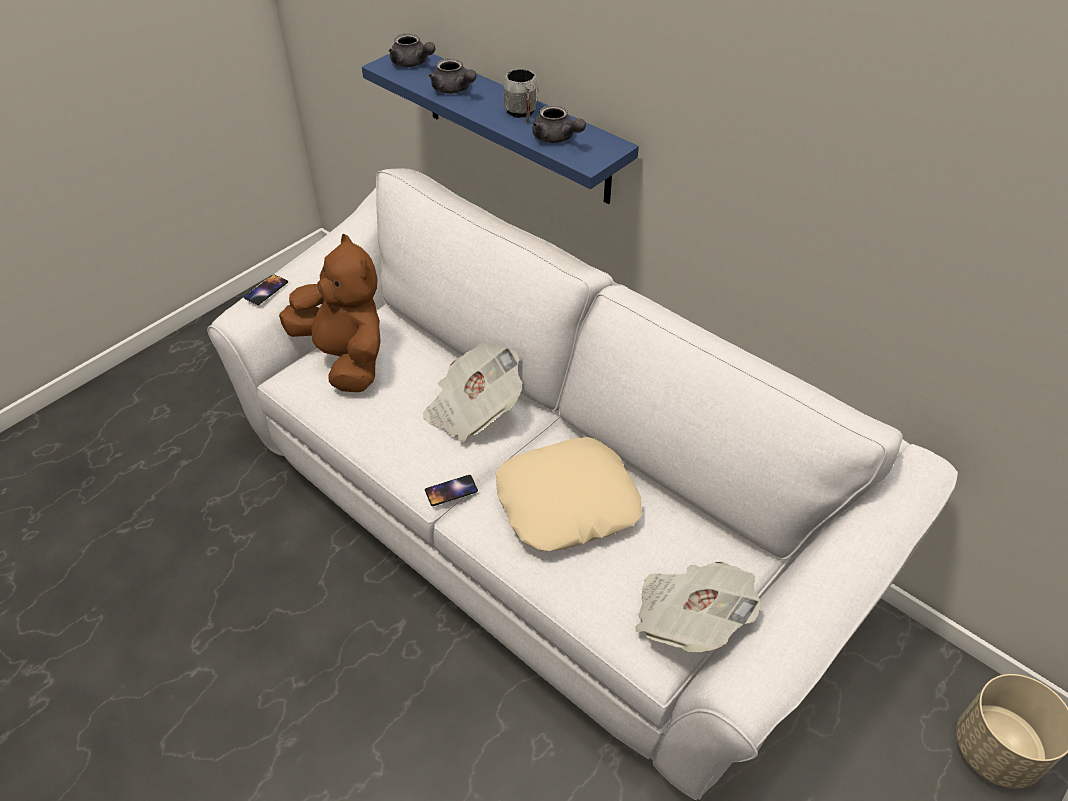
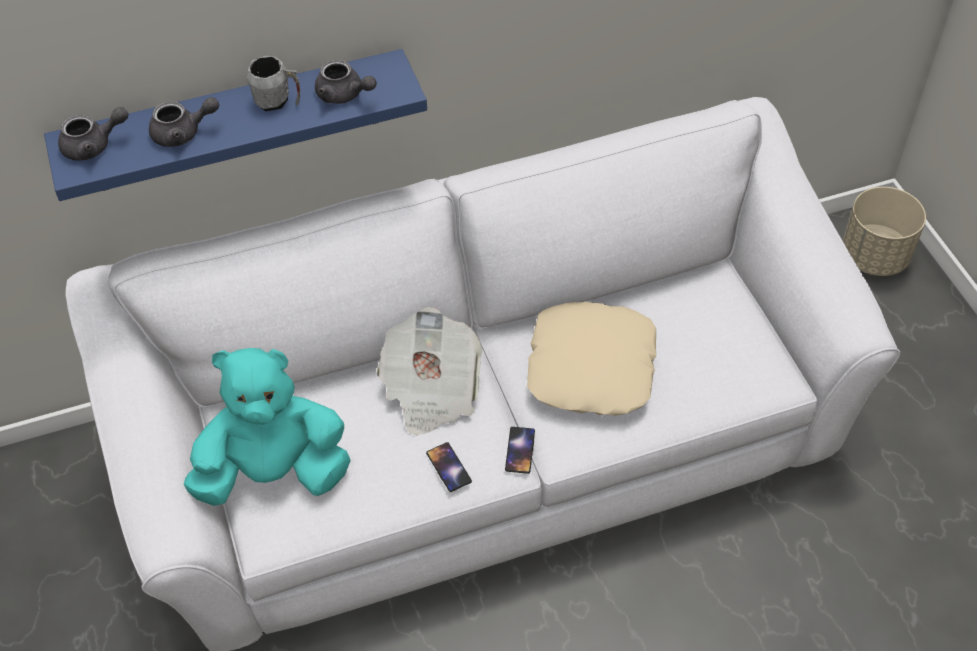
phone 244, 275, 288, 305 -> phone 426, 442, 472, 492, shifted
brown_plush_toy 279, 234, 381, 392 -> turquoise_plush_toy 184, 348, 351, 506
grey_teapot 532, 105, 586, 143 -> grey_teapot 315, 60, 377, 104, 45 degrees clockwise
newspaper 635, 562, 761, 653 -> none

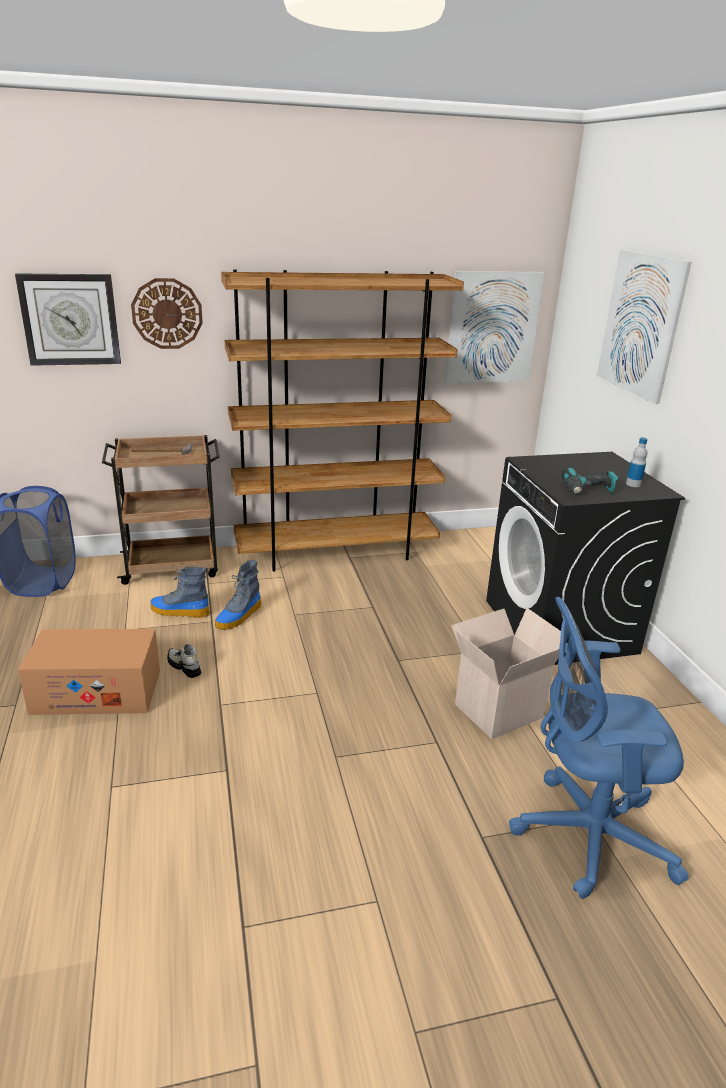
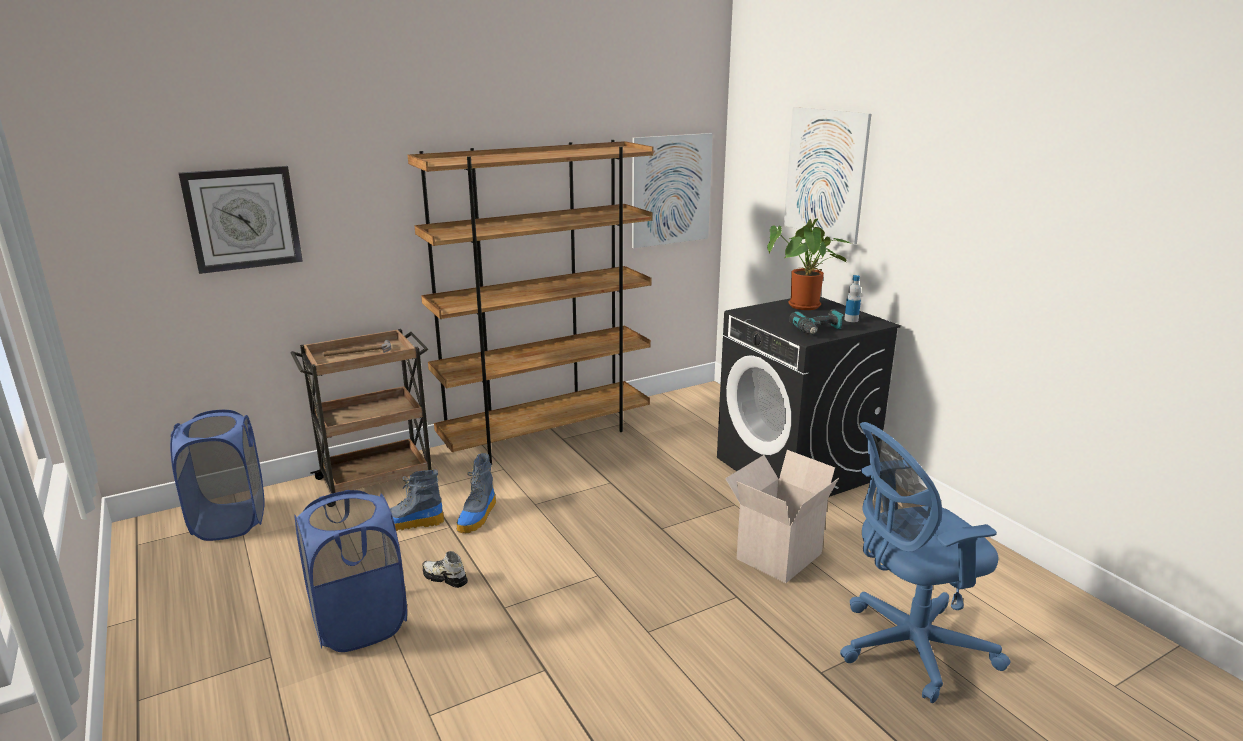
cardboard_box 18, 629, 160, 715 -> blue_laundry_basket 294, 490, 407, 652
wall_clock 131, 278, 203, 349 -> none
none -> potted_plant 767, 219, 852, 310

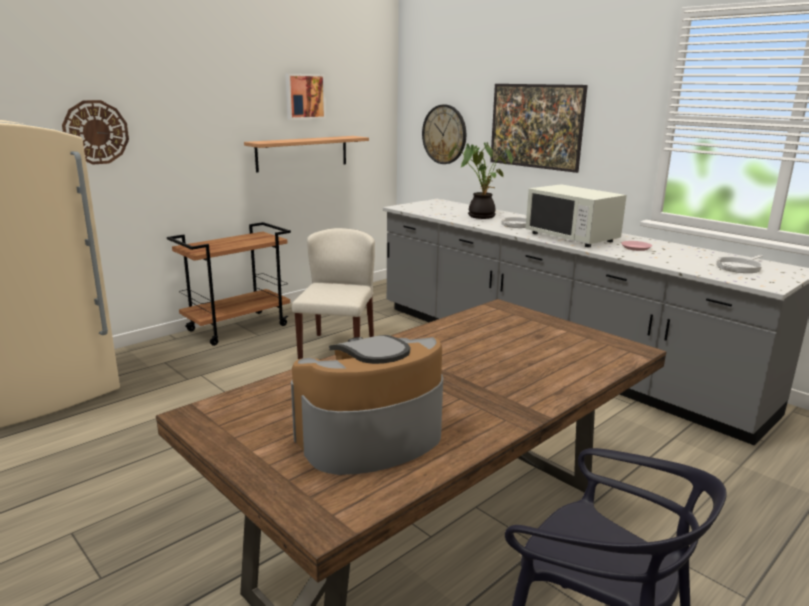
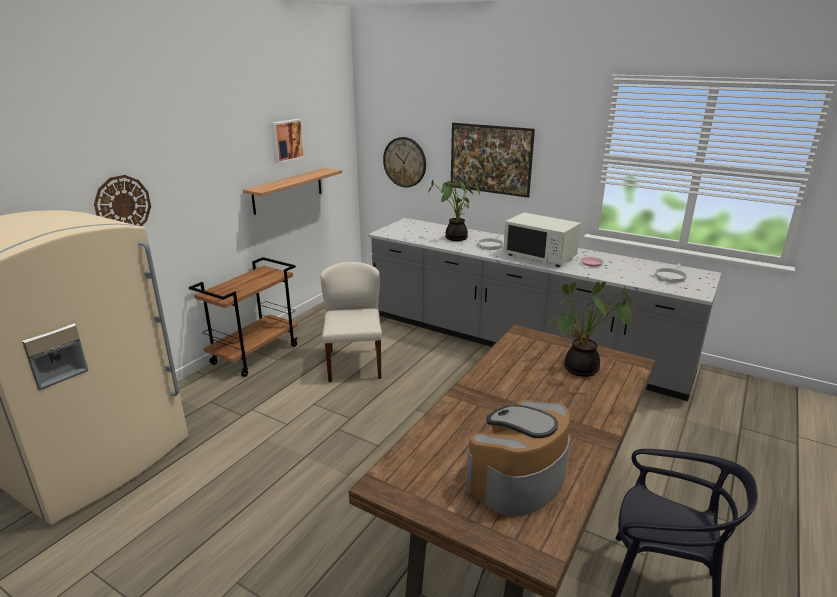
none -> potted_plant 547, 281, 632, 377

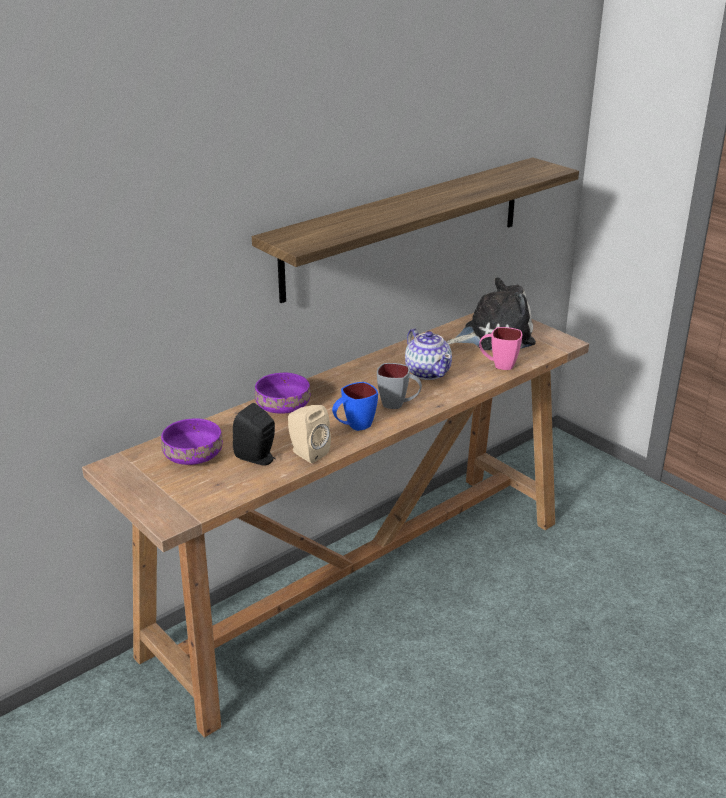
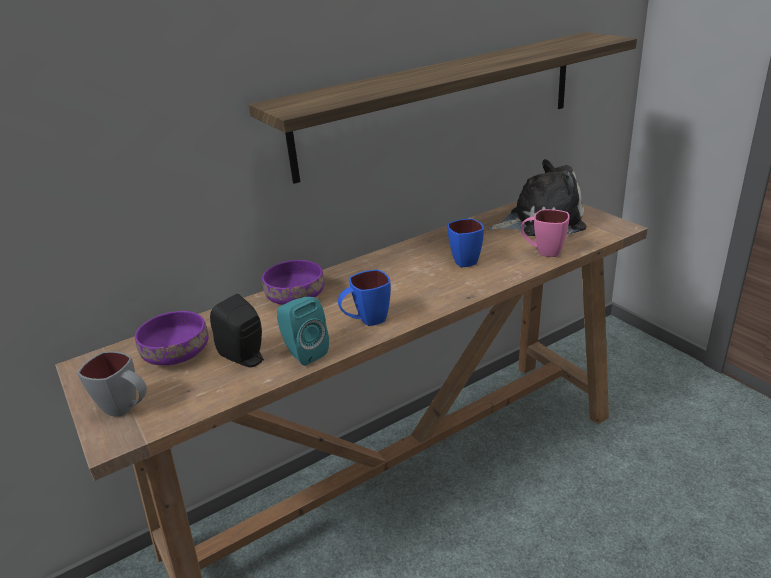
beige_speaker 288, 405, 331, 463 -> turquoise_speaker 277, 297, 329, 366
grey_mug 377, 363, 422, 409 -> grey_mug 77, 351, 147, 417, shifted
teapot 405, 328, 452, 380 -> blue_mug 447, 219, 484, 267

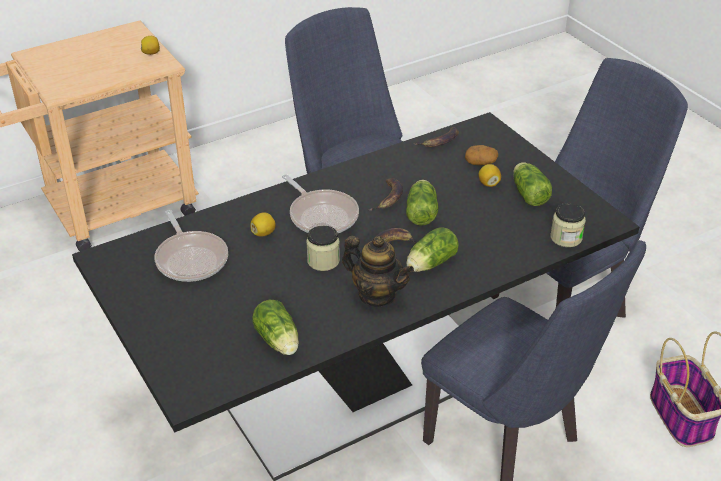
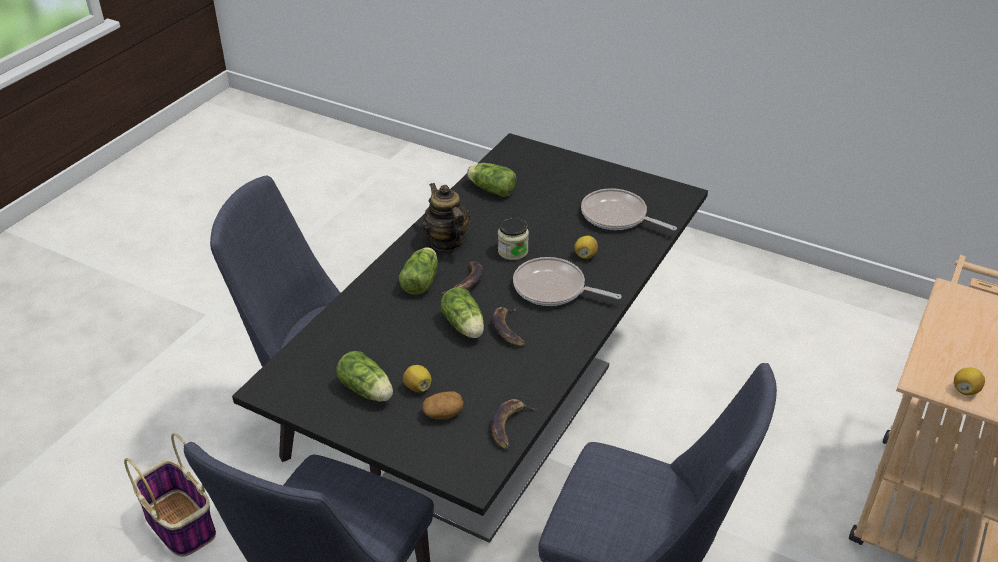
teapot 342, 236, 414, 307 -> teapot 422, 183, 470, 251, 60 degrees clockwise
jar 550, 203, 586, 247 -> none

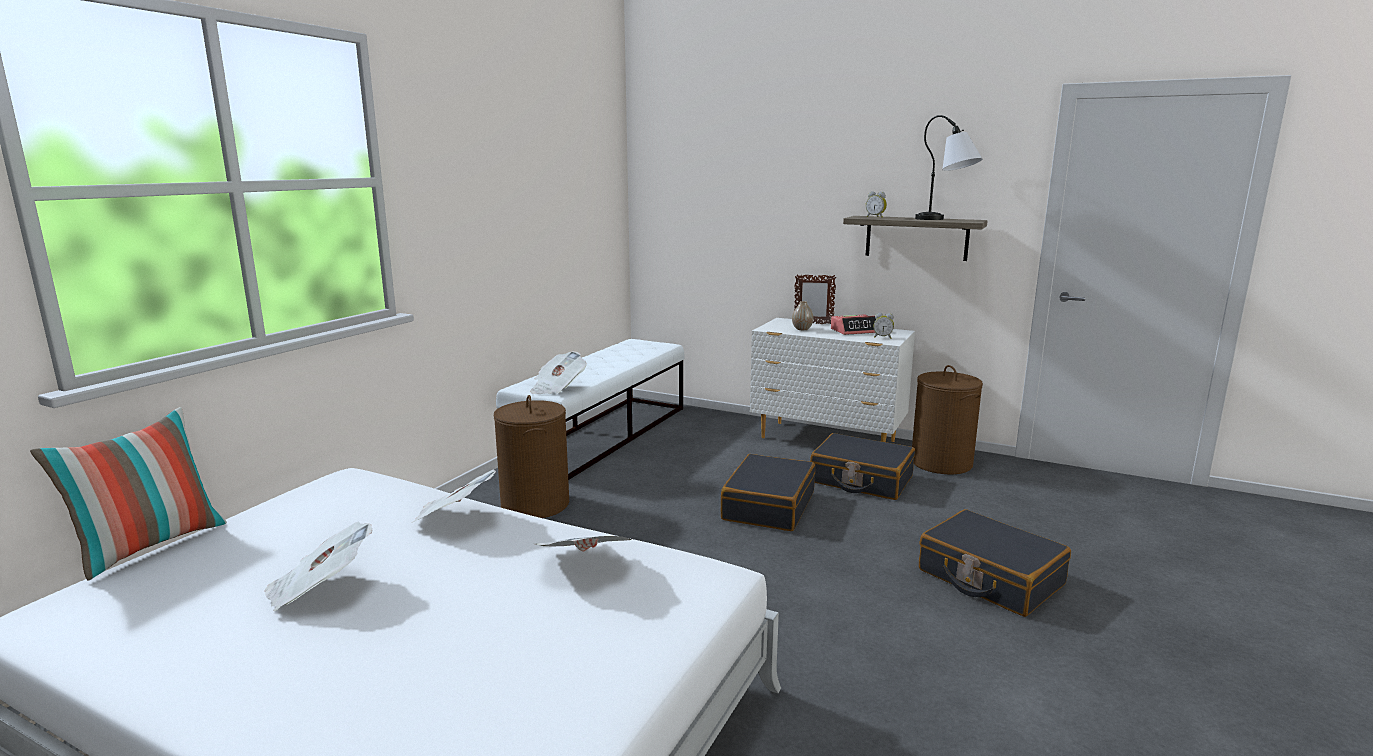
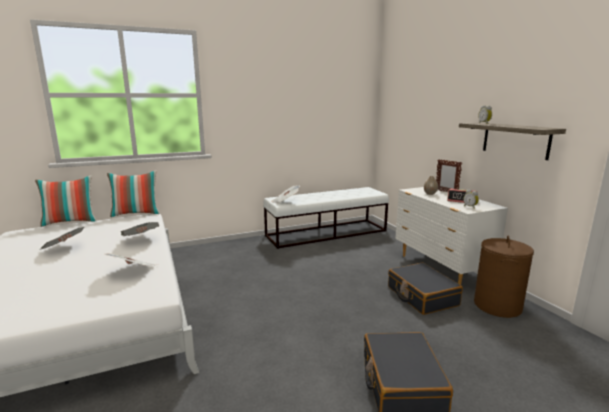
brown_laundry_basket 494, 395, 569, 518 -> none
black_suitcase 721, 454, 815, 531 -> none
table_lamp 915, 115, 983, 220 -> none
none -> pillow 107, 170, 160, 217

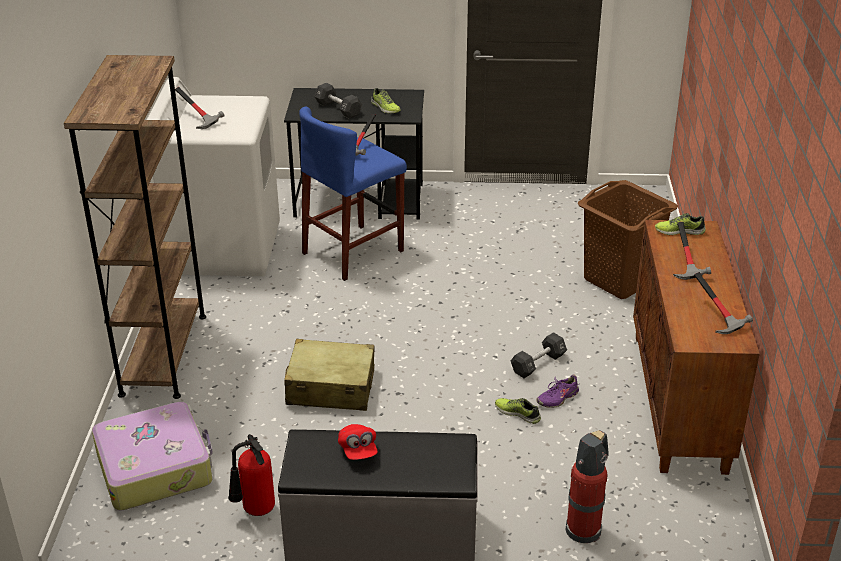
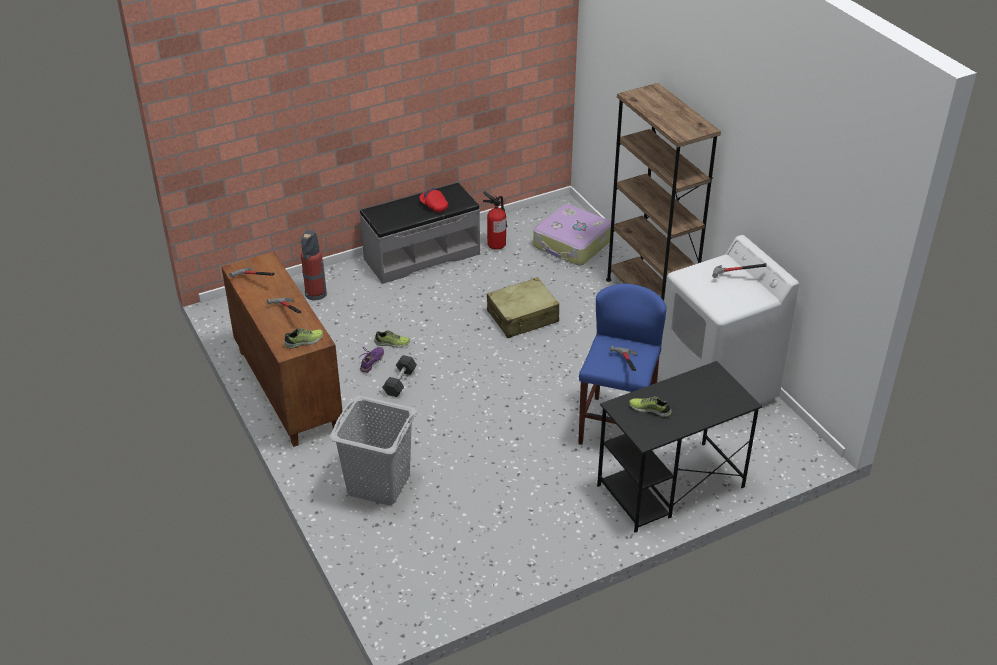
black_dumbbell 314, 83, 362, 119 -> none
brown_laundry_basket 578, 180, 678, 299 -> grey_laundry_basket 329, 395, 417, 505

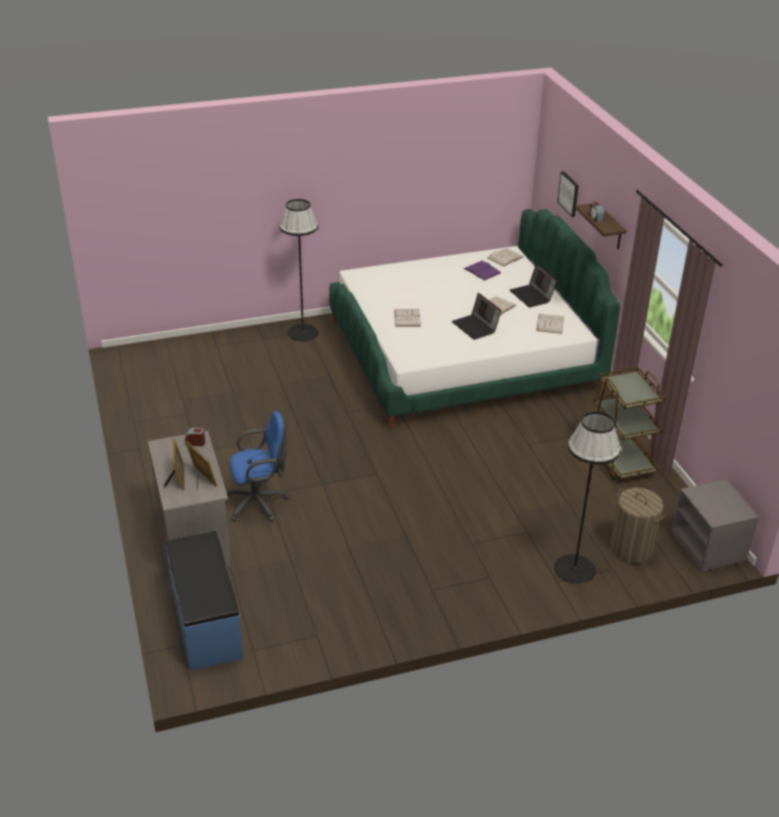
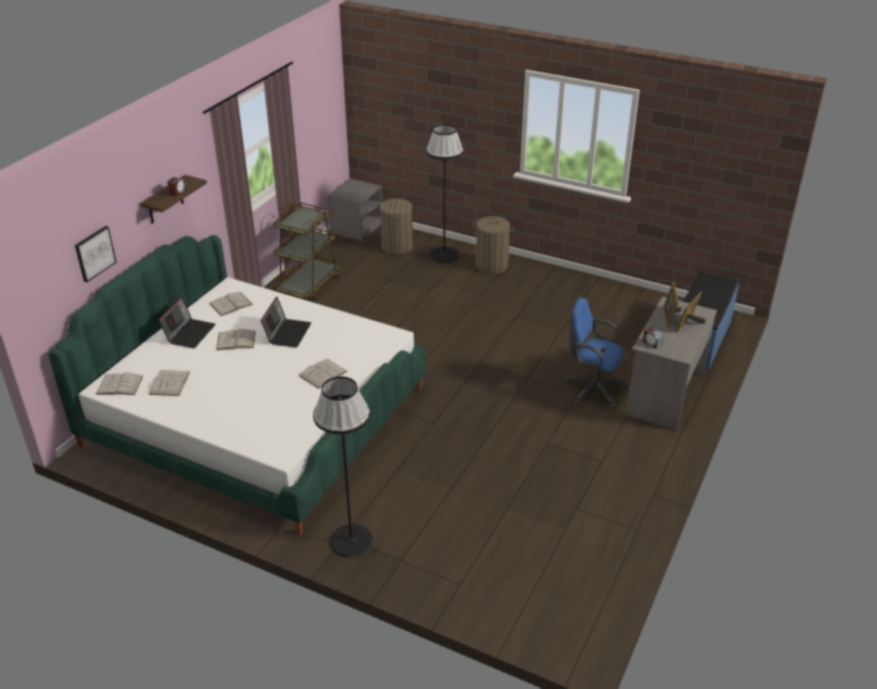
purple_book 463, 261, 501, 281 -> white_book 149, 370, 190, 396
none -> laundry_basket 473, 216, 514, 274

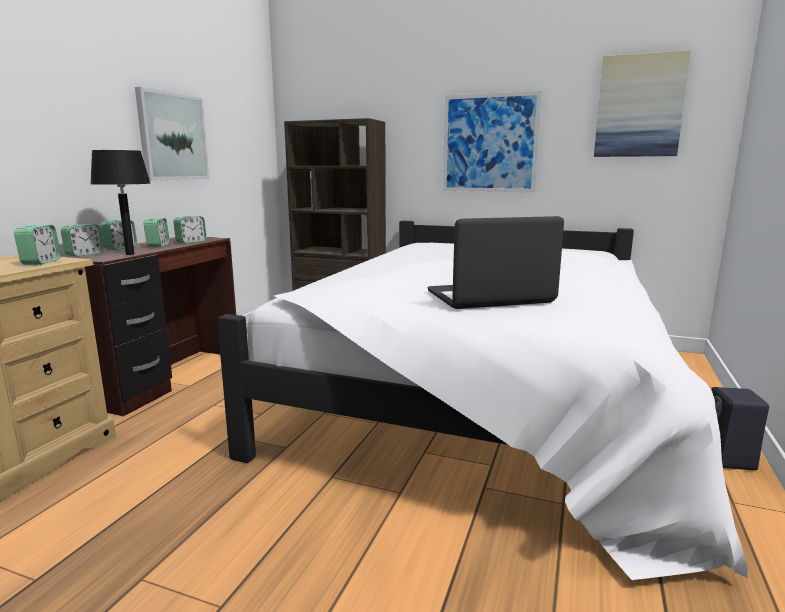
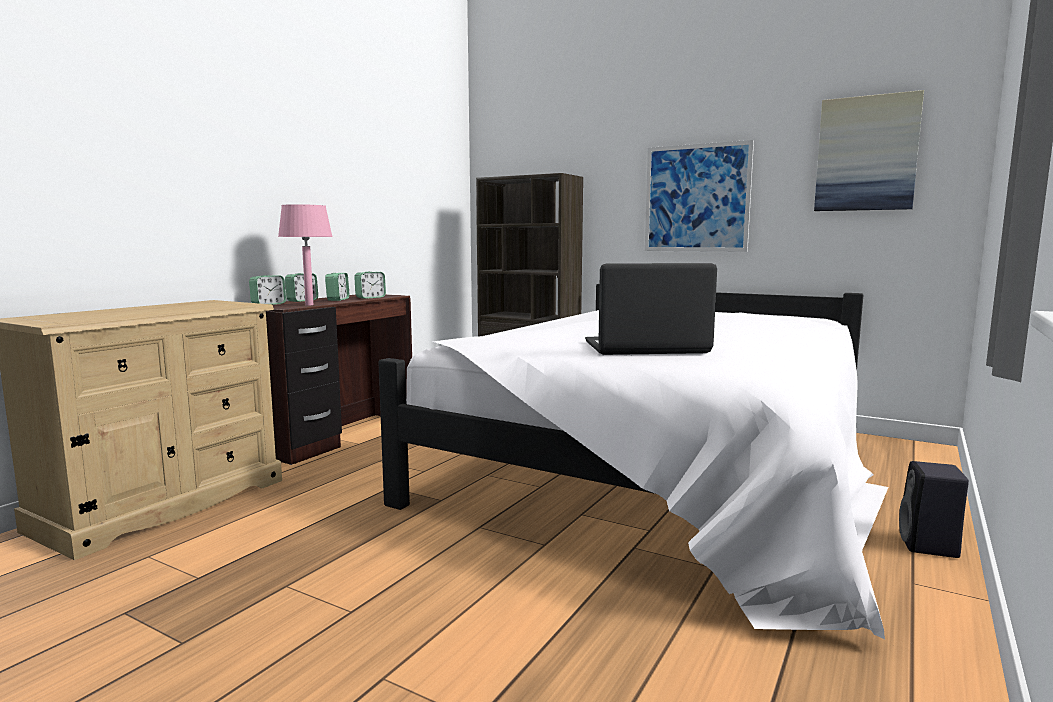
alarm_clock 14, 225, 61, 265 -> none
black_table_lamp 90, 150, 151, 255 -> pink_table_lamp 278, 204, 333, 306
picture 135, 87, 209, 181 -> none

